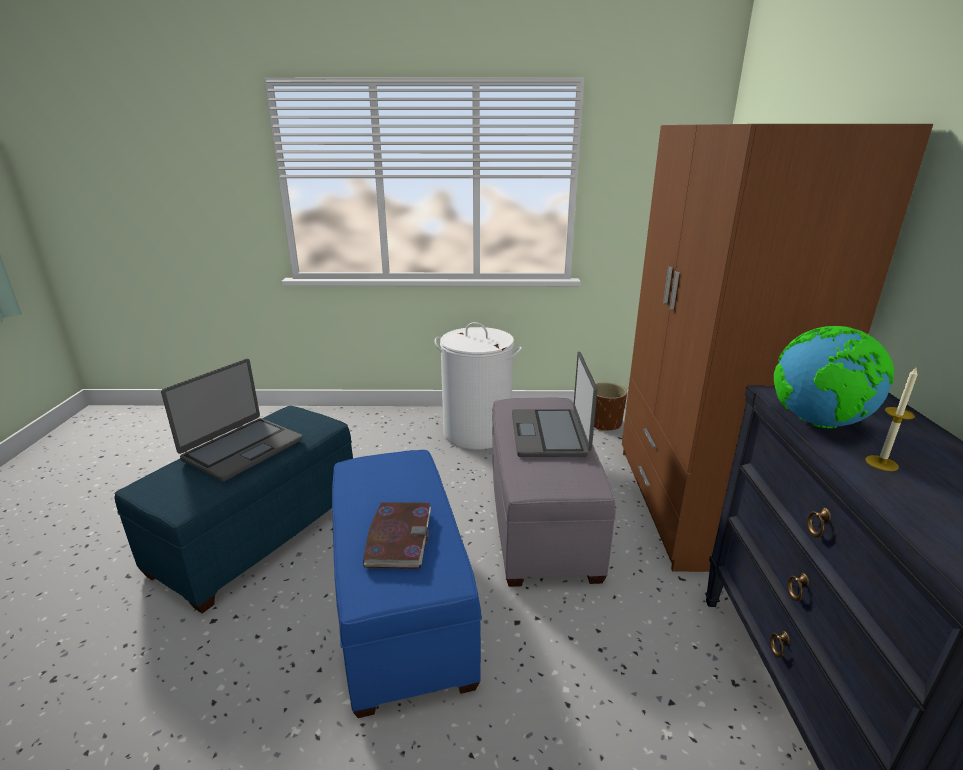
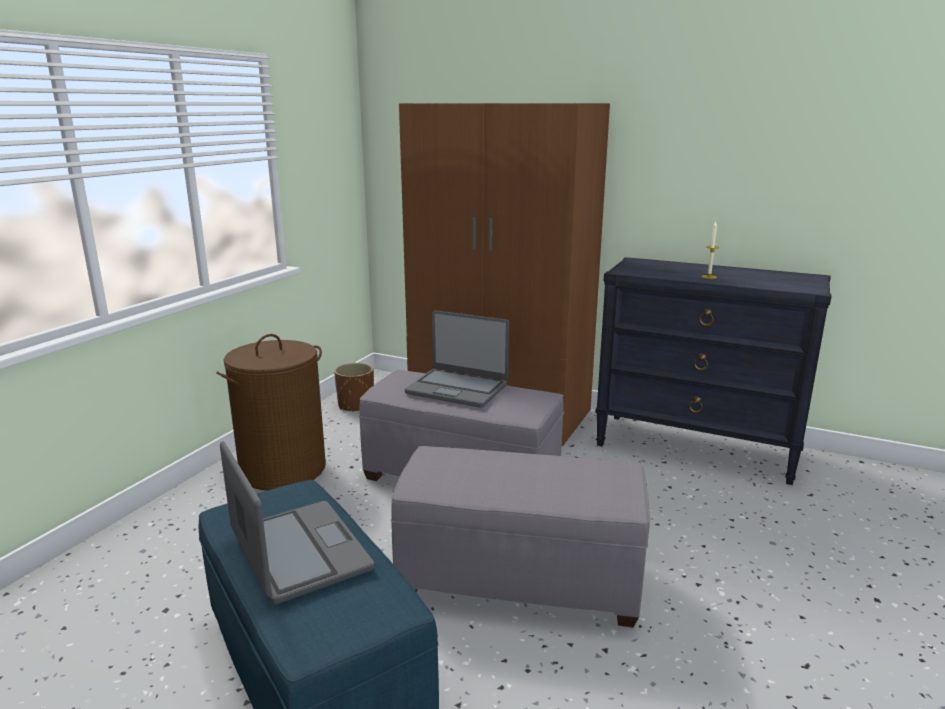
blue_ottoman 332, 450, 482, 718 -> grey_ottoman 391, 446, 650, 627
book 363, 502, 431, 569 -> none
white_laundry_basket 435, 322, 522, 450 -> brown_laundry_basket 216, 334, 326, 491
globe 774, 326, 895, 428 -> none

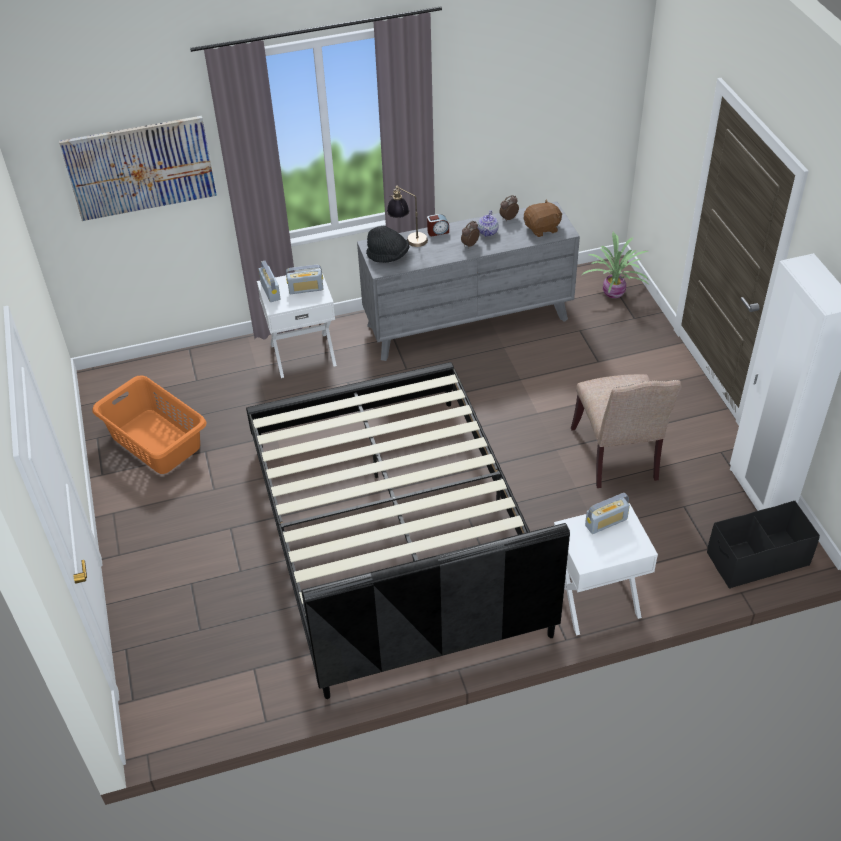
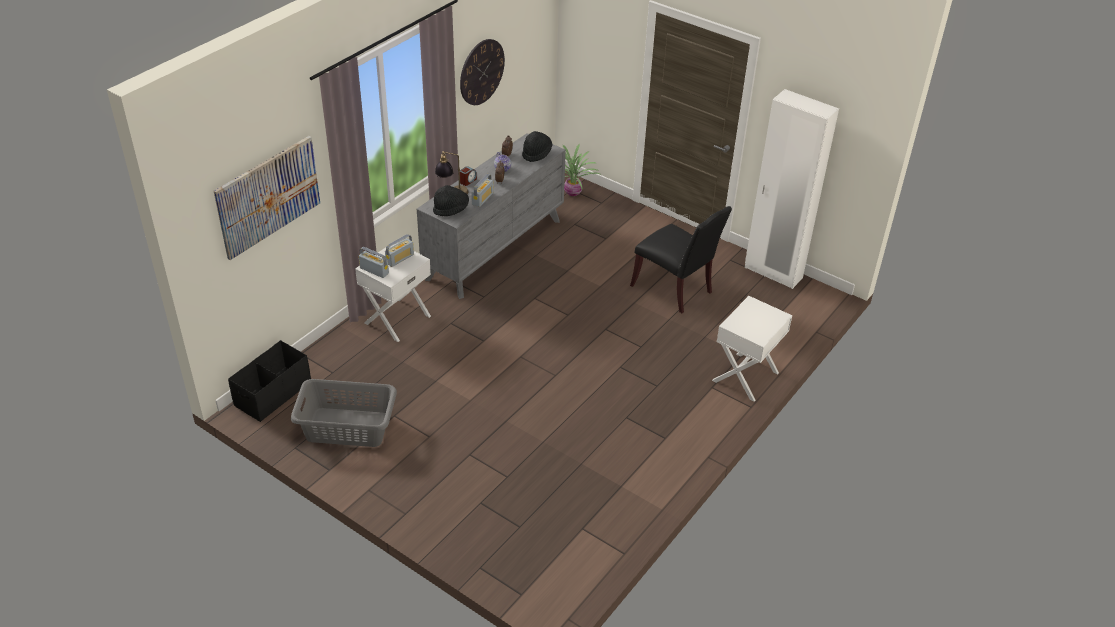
orange_laundry_basket 92, 375, 207, 474 -> grey_laundry_basket 291, 379, 397, 447
black_bed 246, 362, 570, 699 -> none
brown_plush_toy 524, 200, 562, 237 -> black_hat 522, 131, 552, 162
beige_chair 571, 374, 682, 488 -> black_chair 630, 206, 732, 313
radio 585, 493, 630, 534 -> radio 472, 174, 493, 207, shifted
black_storage_box 707, 501, 820, 589 -> black_storage_box 228, 340, 311, 422, shifted
none -> wall_clock 460, 39, 505, 105

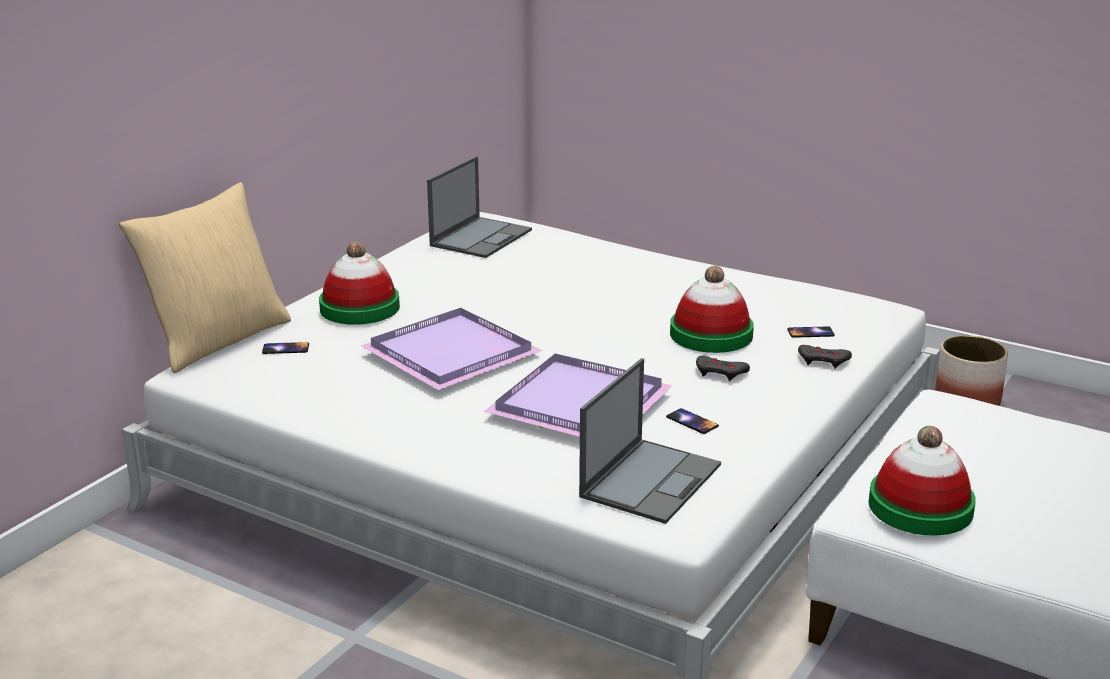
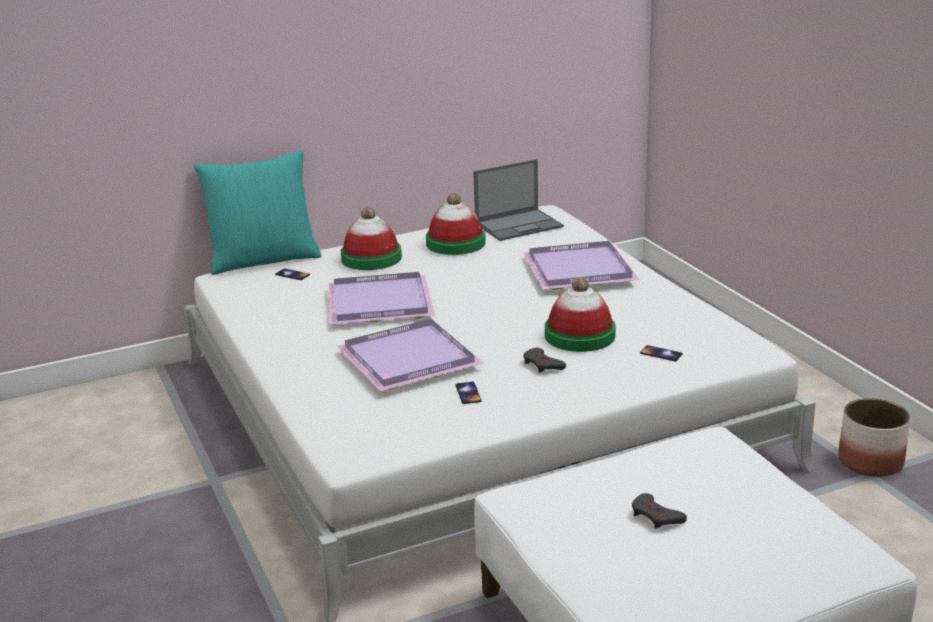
beige_pillow 119, 182, 291, 373 -> turquoise_pillow 194, 150, 321, 275
laptop 579, 358, 721, 524 -> none
grey_game_controller 798, 345, 852, 369 -> grey_game_controller 632, 493, 687, 529, shifted
hat 868, 426, 976, 536 -> hat 426, 193, 486, 255, shifted
none -> purple_tray 523, 241, 640, 290

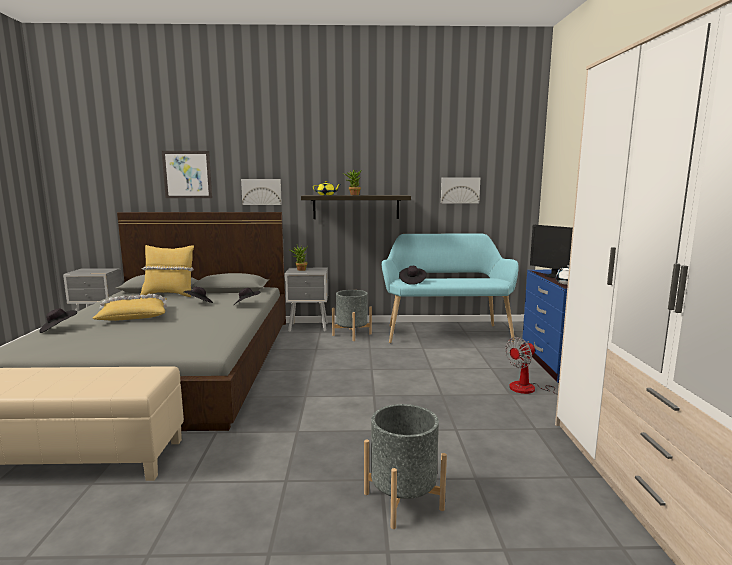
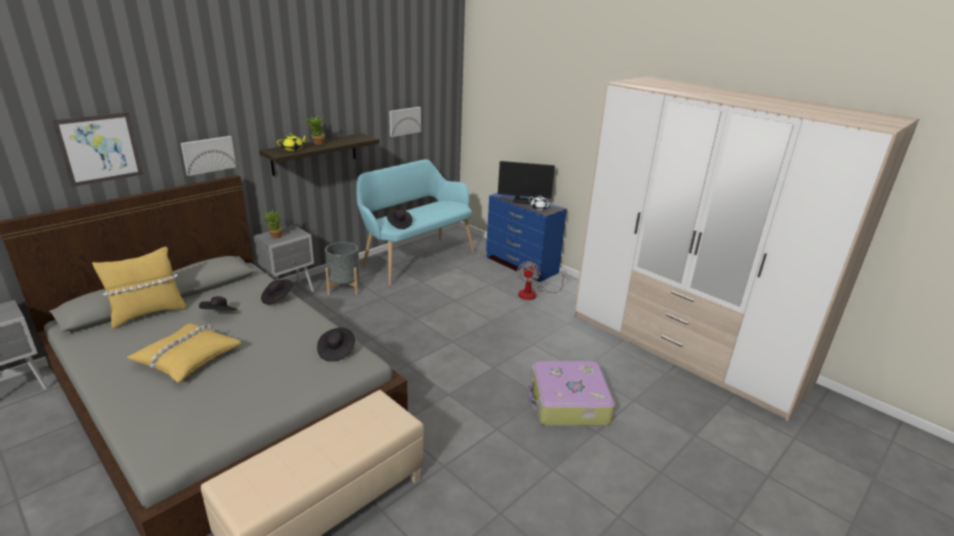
black_hat 39, 308, 77, 333 -> black_hat 317, 327, 355, 362, shifted
grey_planter 364, 404, 447, 529 -> suitcase 528, 361, 615, 426

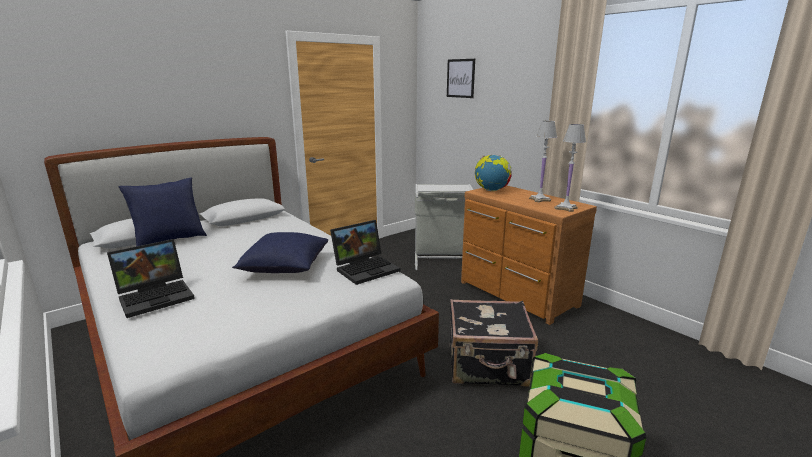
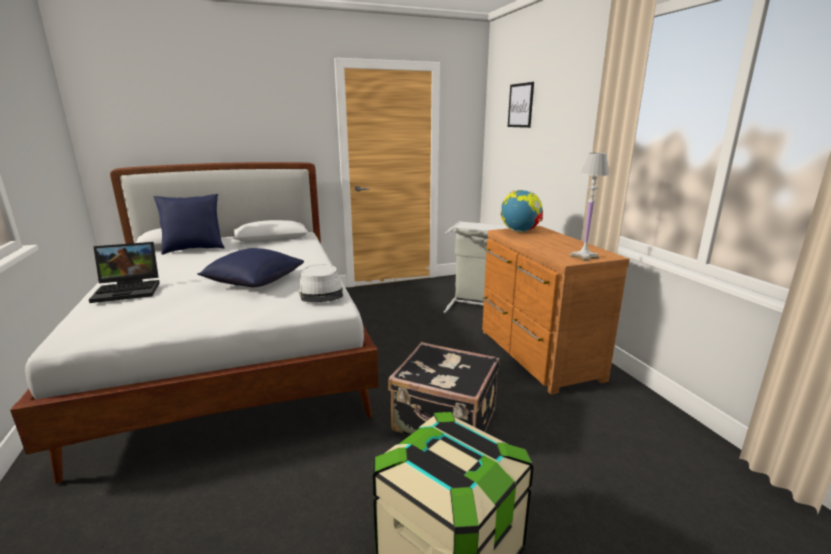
laptop 330, 220, 400, 285 -> grey_hat 298, 264, 343, 302
white_table_lamp 529, 121, 557, 202 -> none

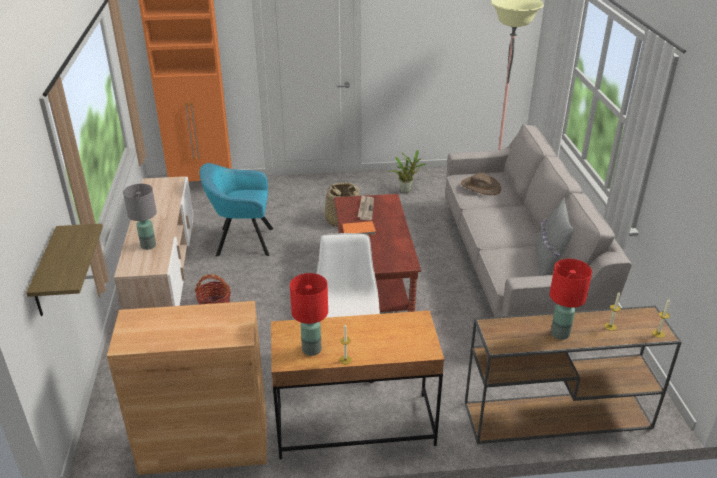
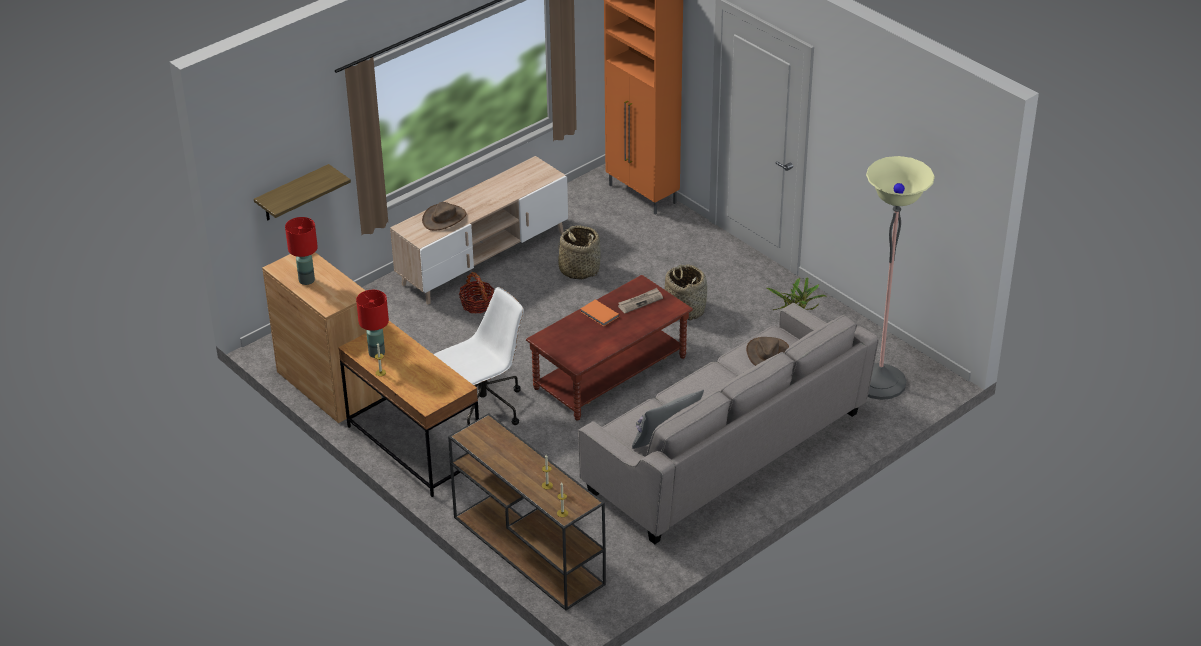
grey_table_lamp 123, 184, 157, 250 -> brown_hat 422, 202, 466, 230
turquoise_armchair 199, 163, 273, 257 -> basket 558, 225, 601, 280
red_table_lamp 550, 259, 592, 340 -> red_table_lamp 285, 217, 318, 285, shifted

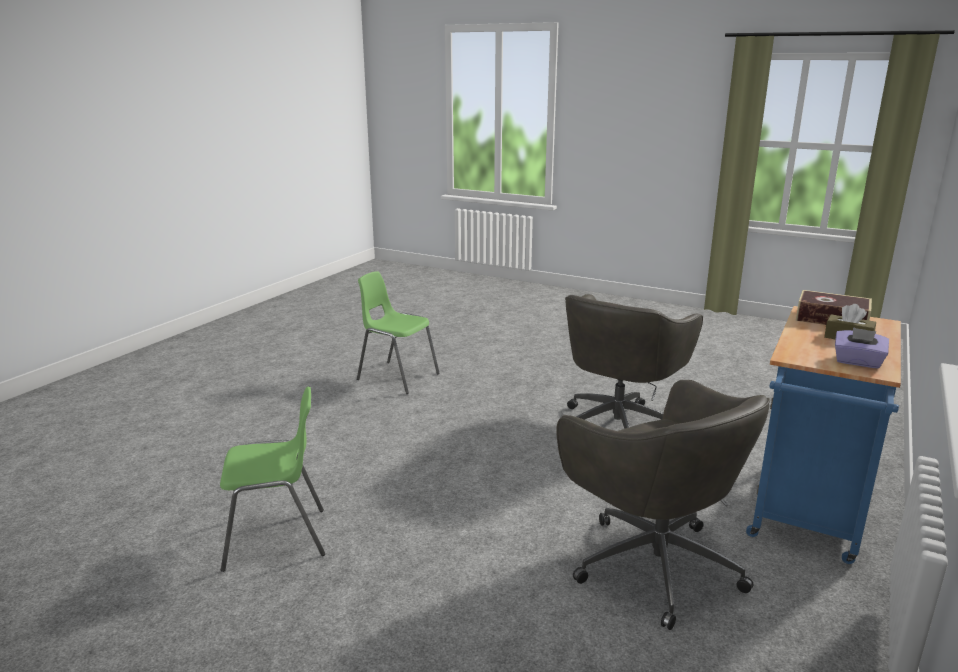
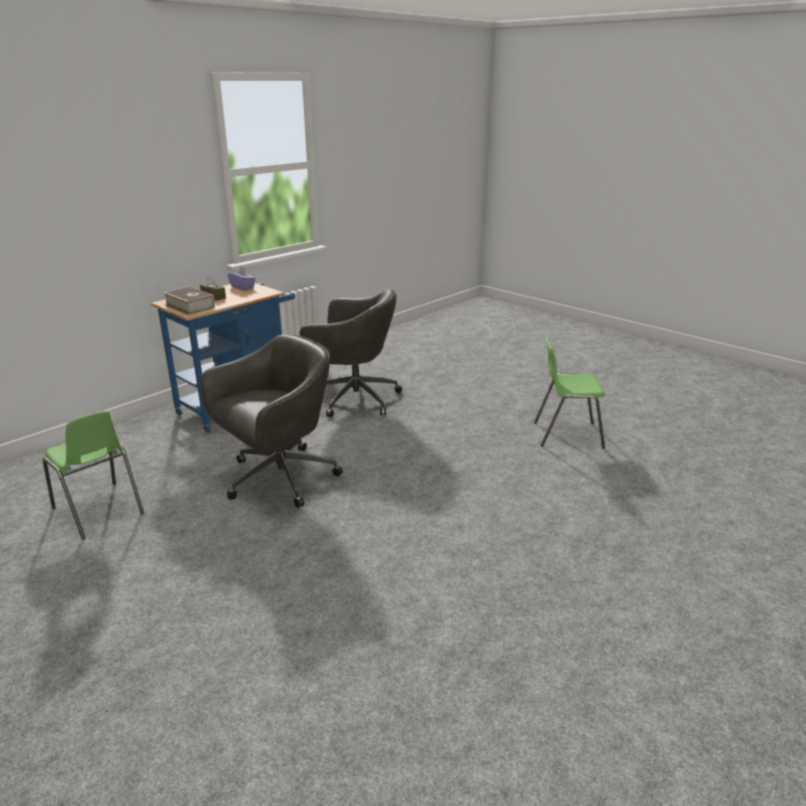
green_chair 357, 271, 440, 394 -> green_chair 42, 411, 144, 539, shifted
grey_office_chair 556, 380, 770, 630 -> grey_office_chair 299, 289, 402, 417, 120 degrees clockwise

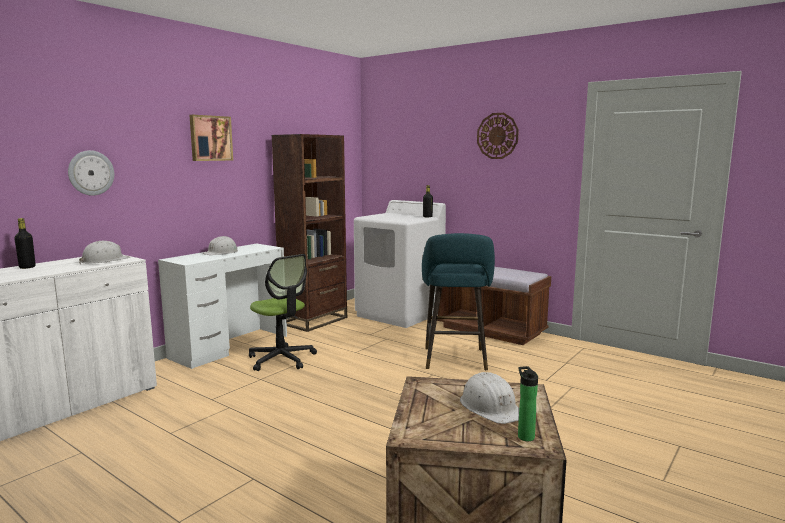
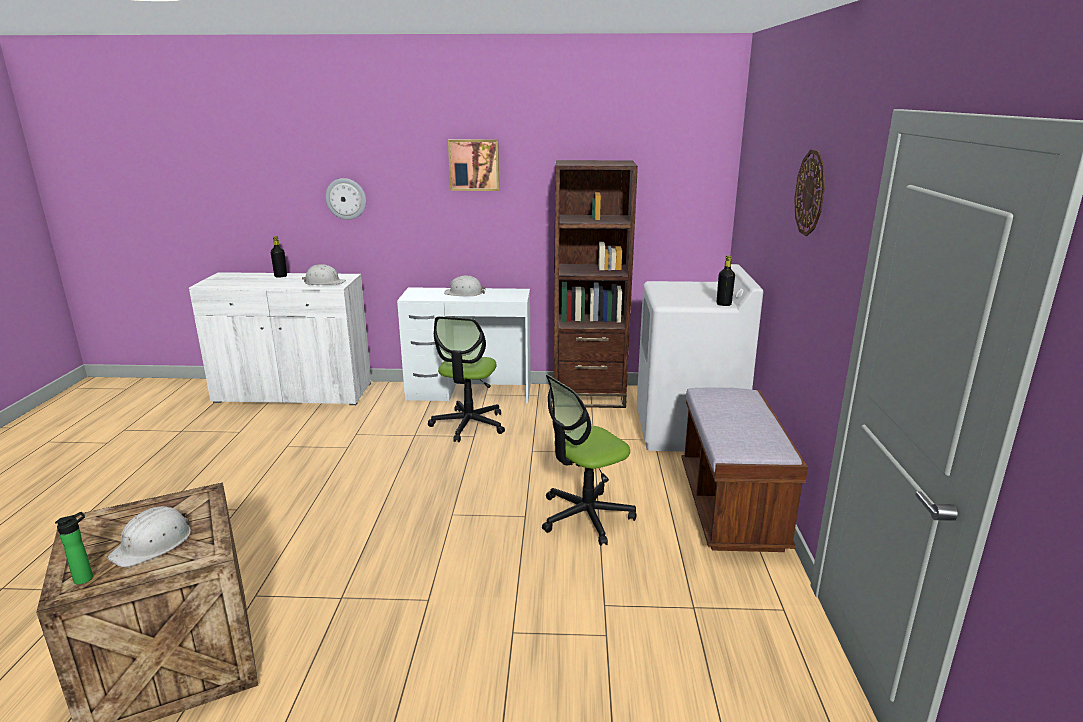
turquoise_stool 422, 233, 495, 370 -> office_chair 542, 375, 637, 546

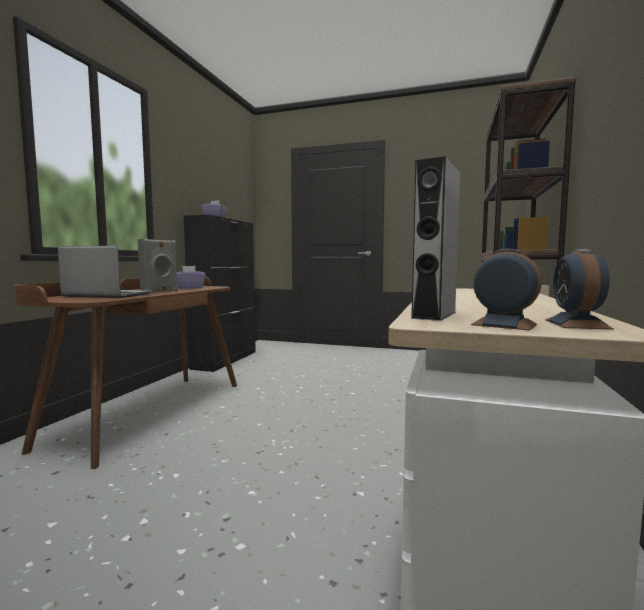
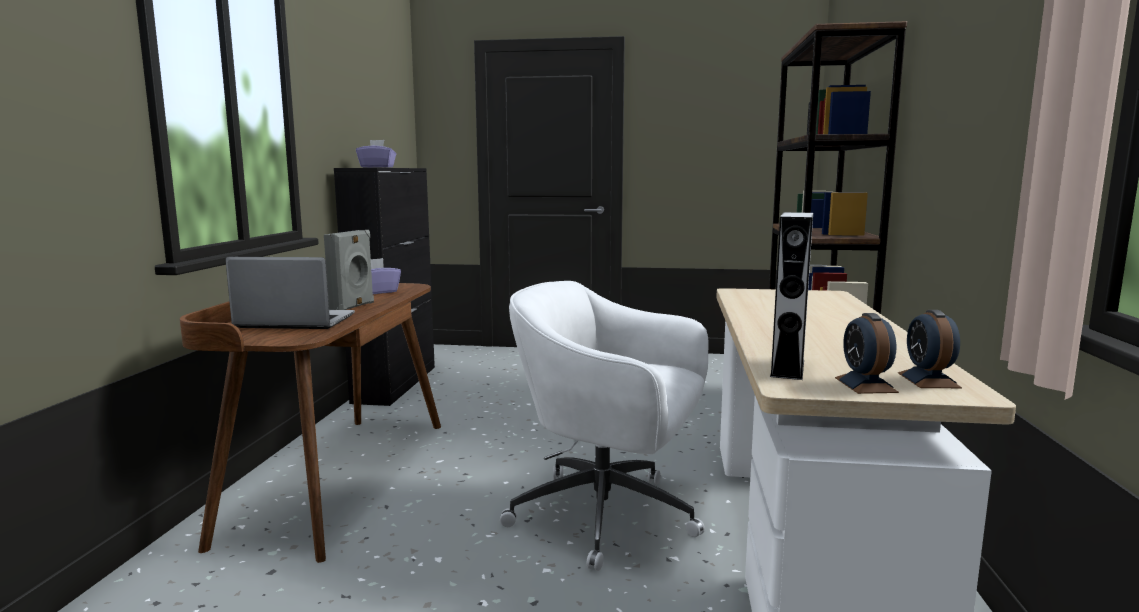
alarm_clock 471, 249, 542, 331 -> alarm_clock 835, 313, 899, 394, 120 degrees counterclockwise
none -> white_office_chair 500, 281, 709, 571

